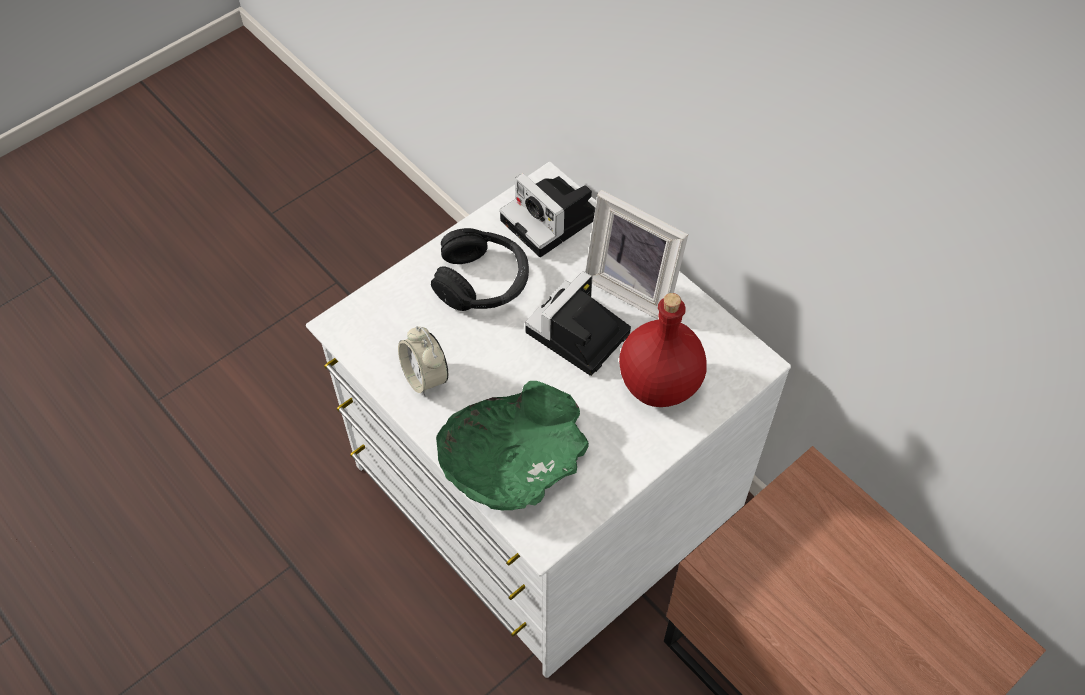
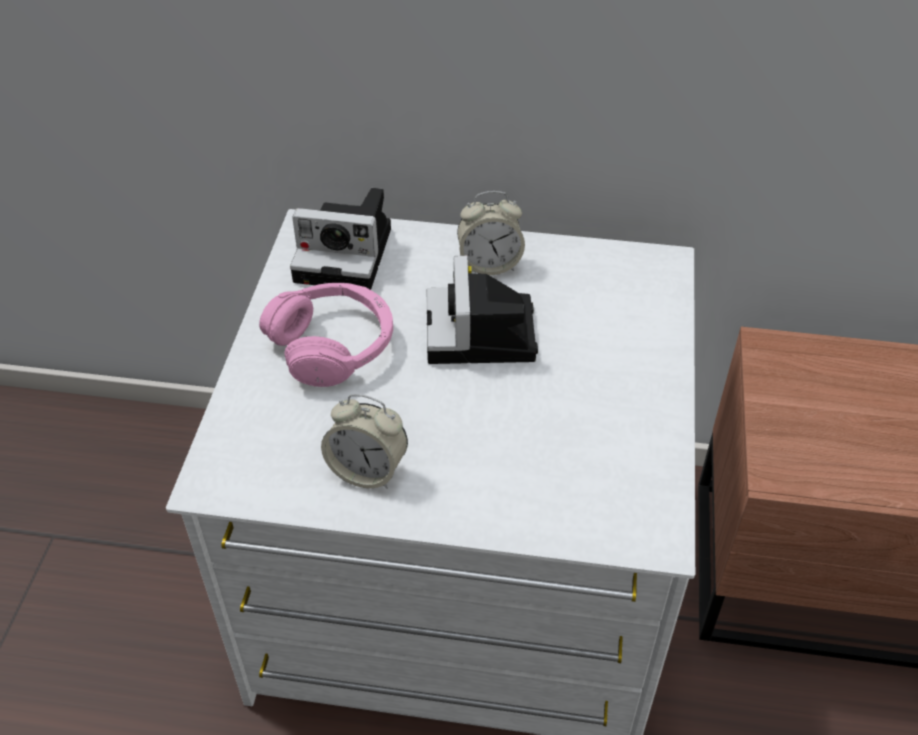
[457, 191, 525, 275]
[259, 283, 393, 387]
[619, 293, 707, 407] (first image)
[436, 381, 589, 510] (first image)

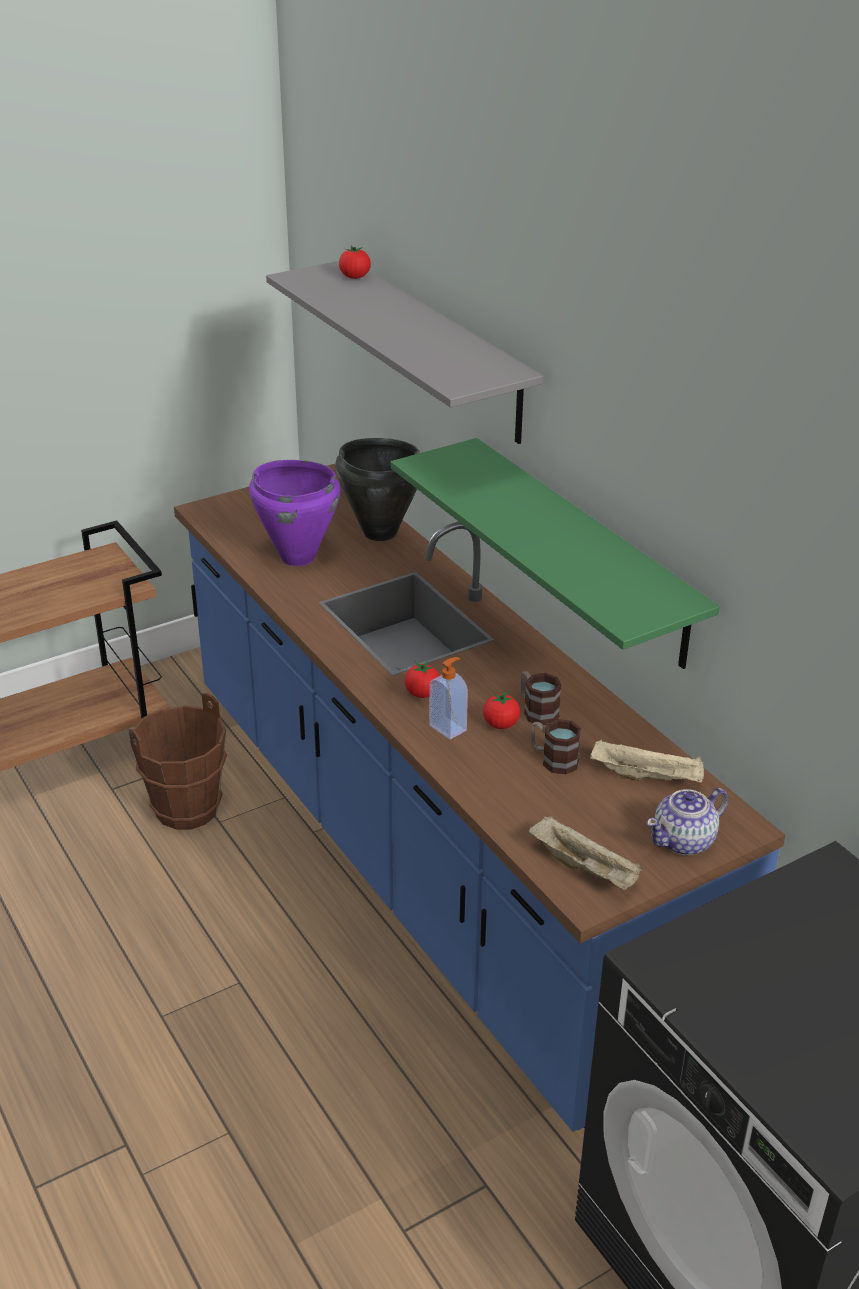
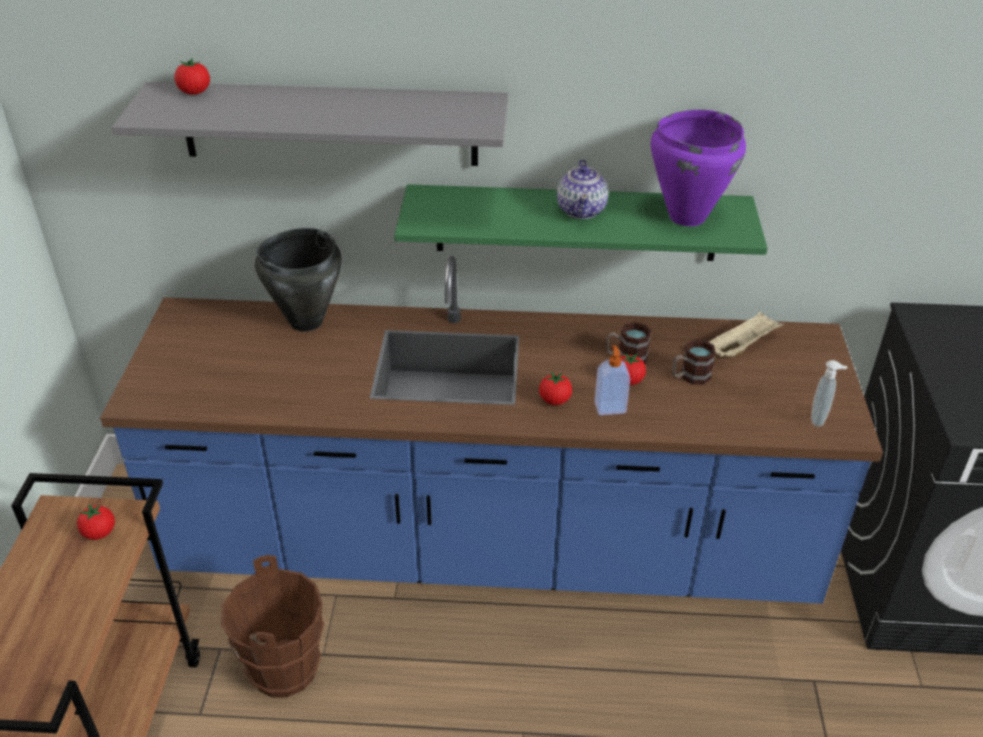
[651, 110, 746, 226]
[557, 160, 609, 219]
[811, 360, 847, 427]
[77, 504, 115, 540]

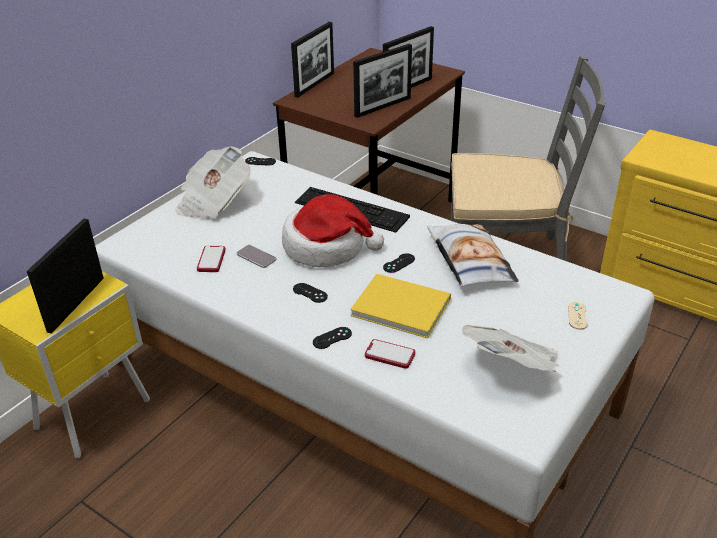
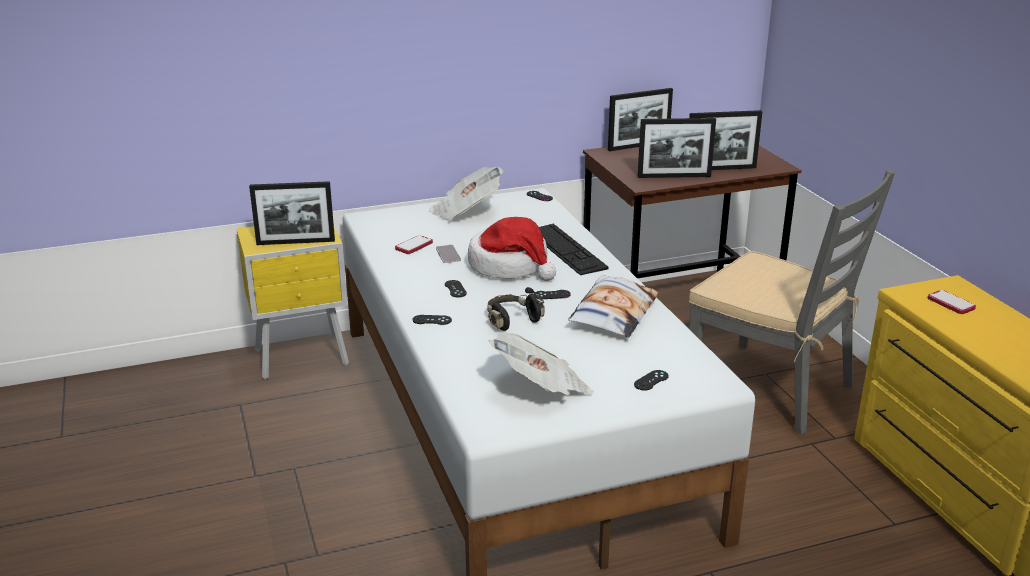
[249, 181, 335, 245]
[487, 287, 545, 331]
[634, 370, 669, 391]
[928, 290, 976, 314]

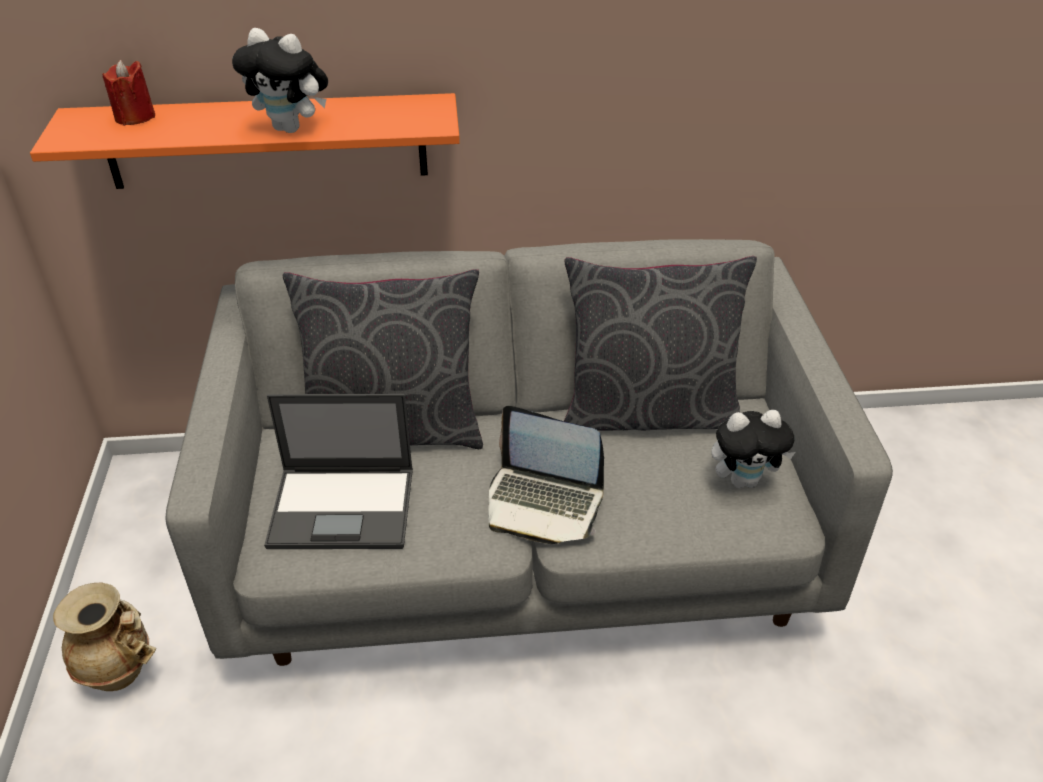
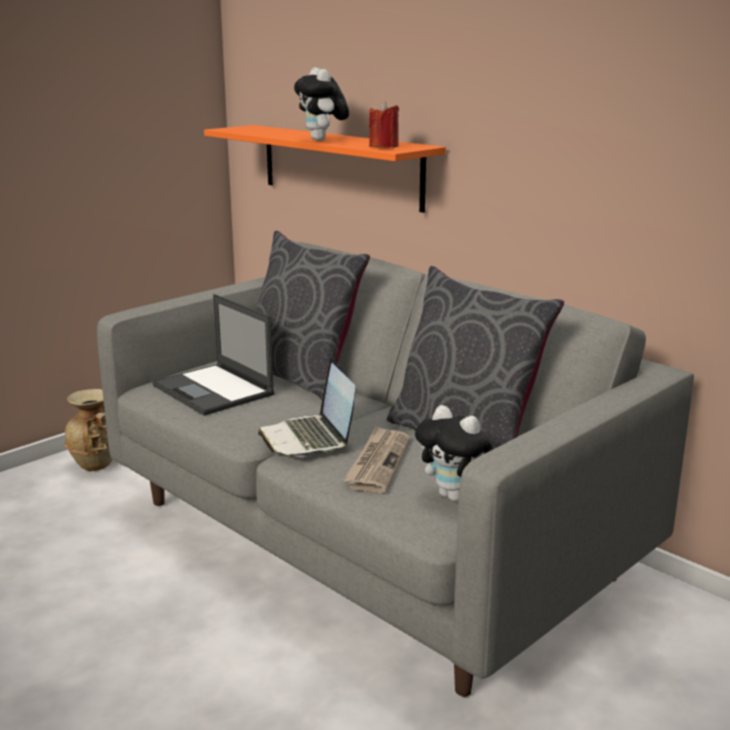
[369, 101, 399, 148]
[343, 425, 410, 493]

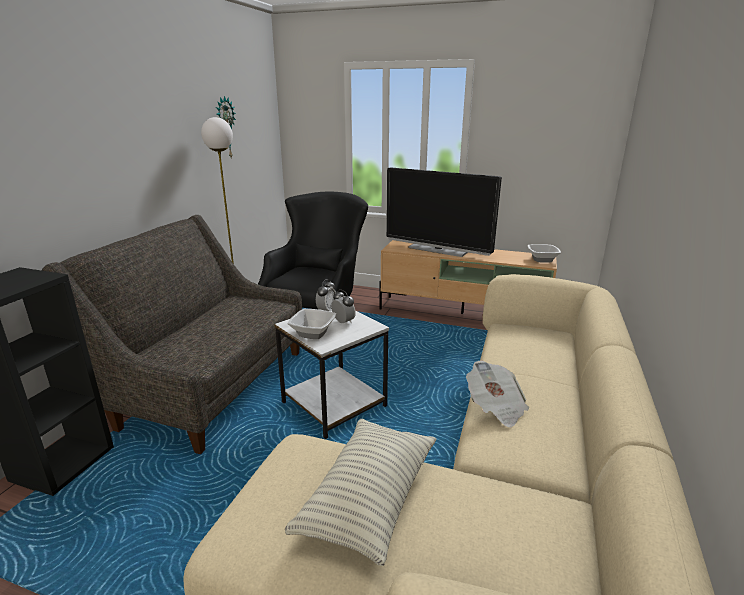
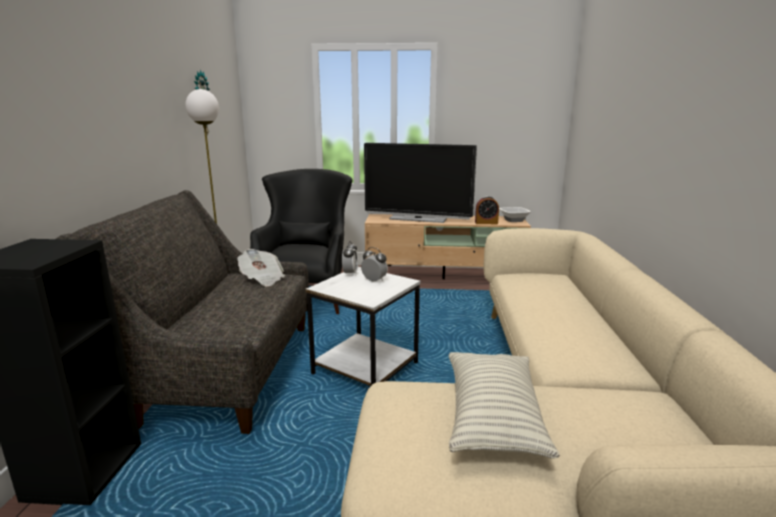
[287, 309, 336, 339] (first image)
[237, 249, 285, 287]
[475, 196, 499, 224]

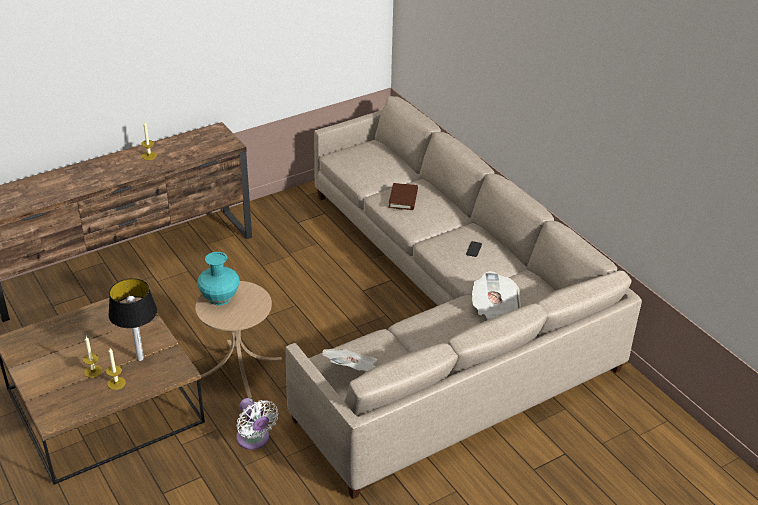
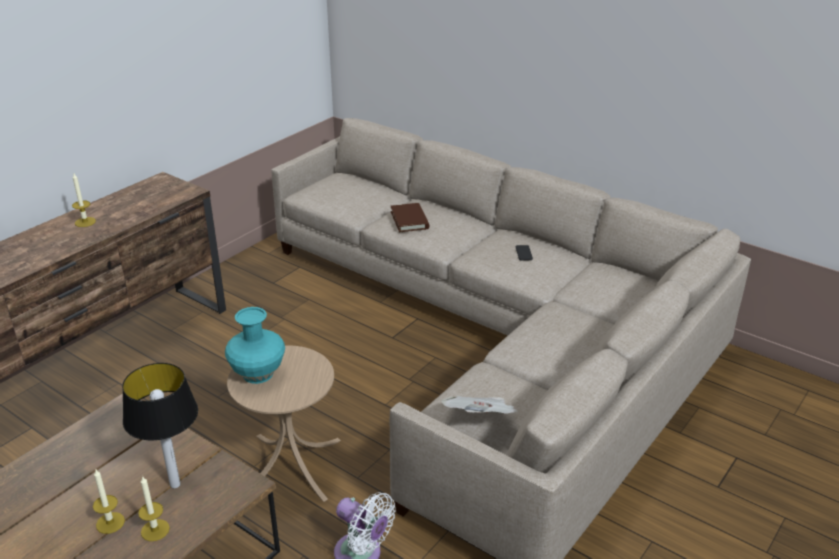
[471, 271, 521, 320] (first image)

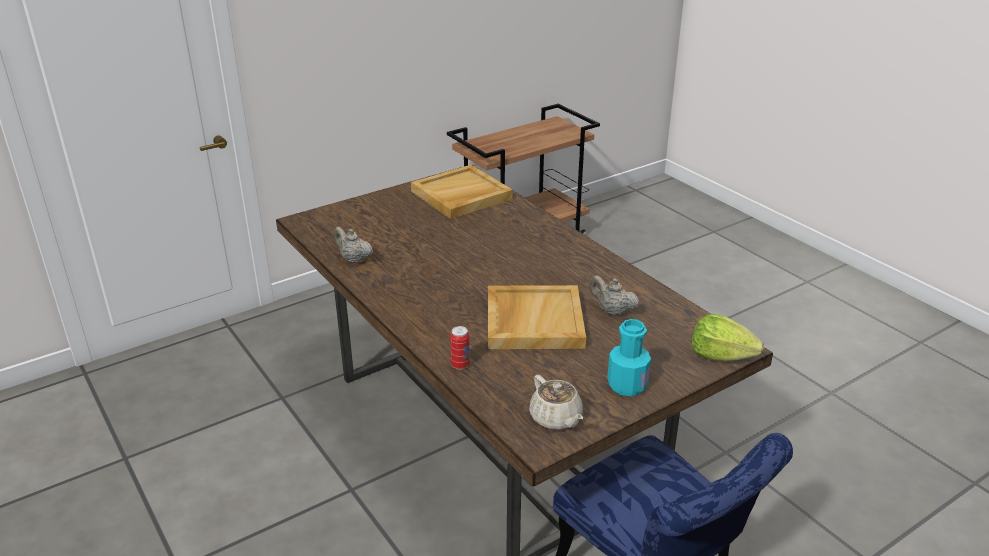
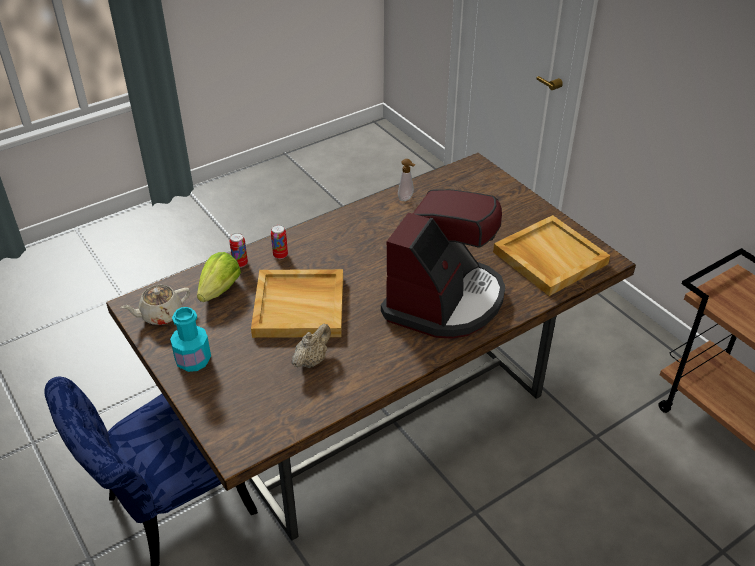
[398, 159, 415, 201]
[197, 252, 241, 302]
[381, 189, 505, 339]
[271, 225, 288, 259]

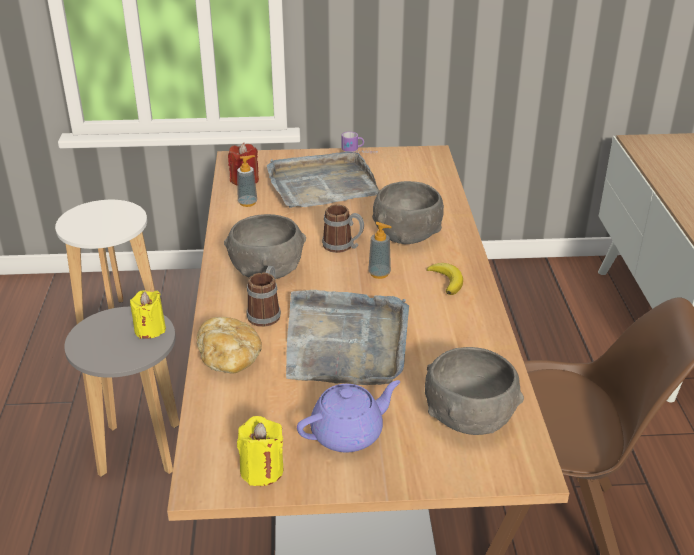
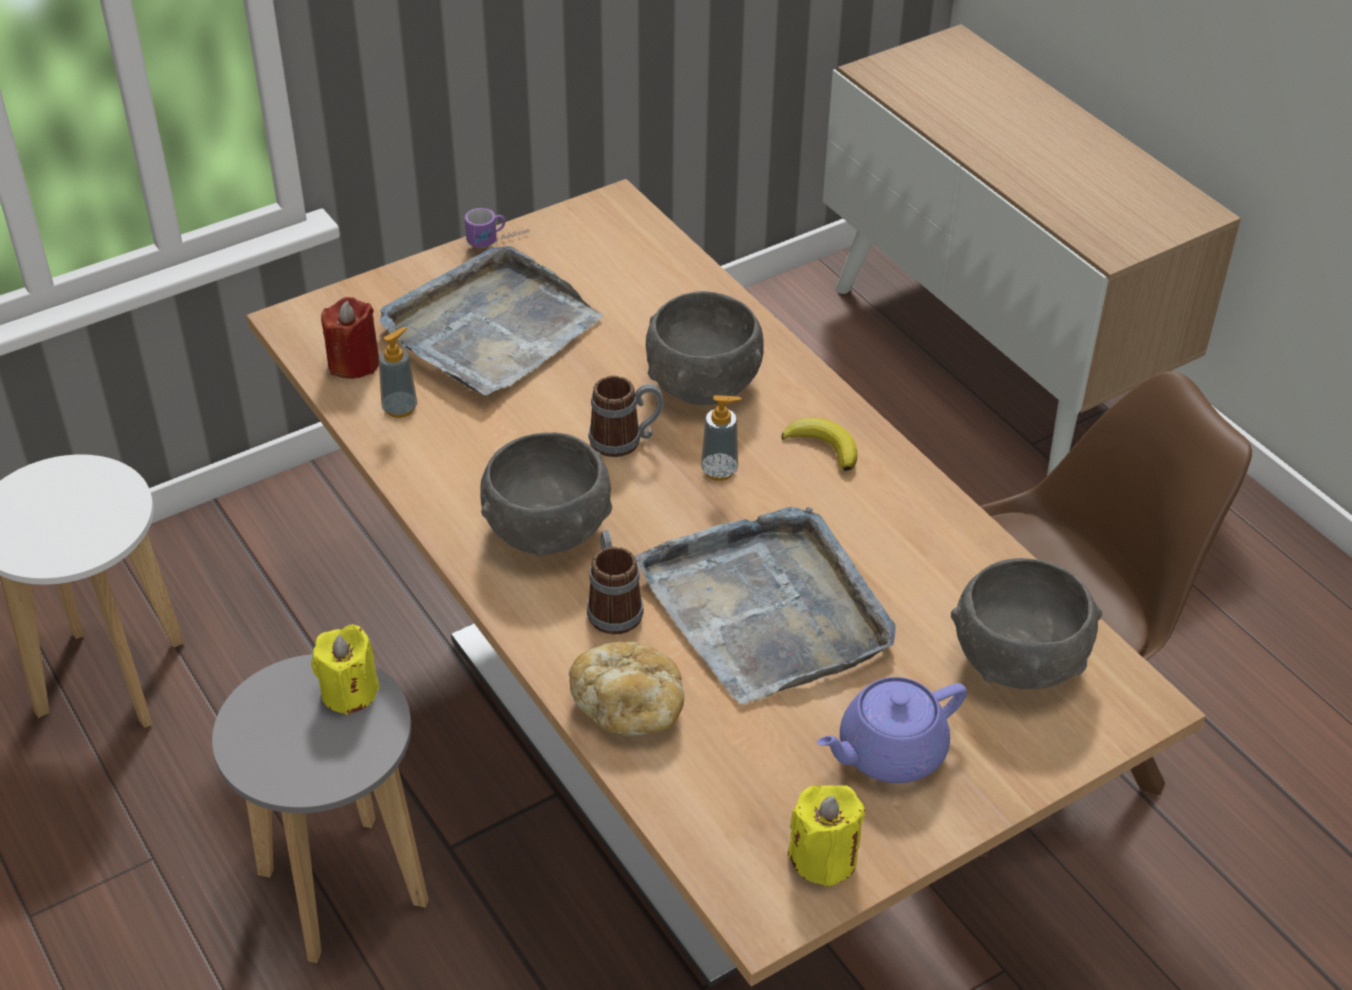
[817, 677, 967, 783]

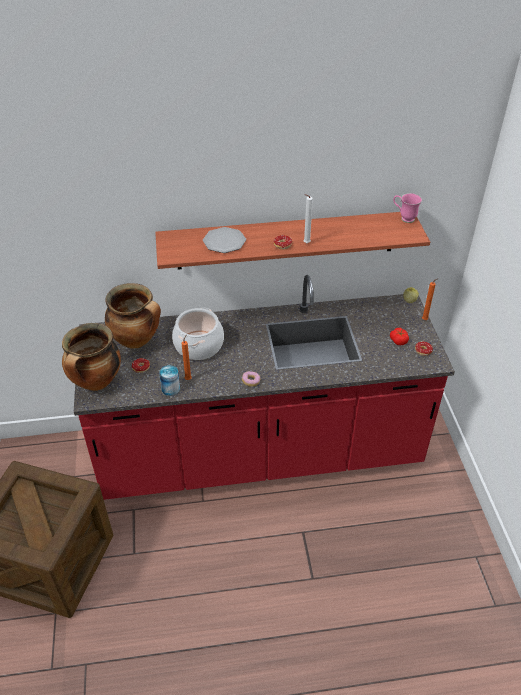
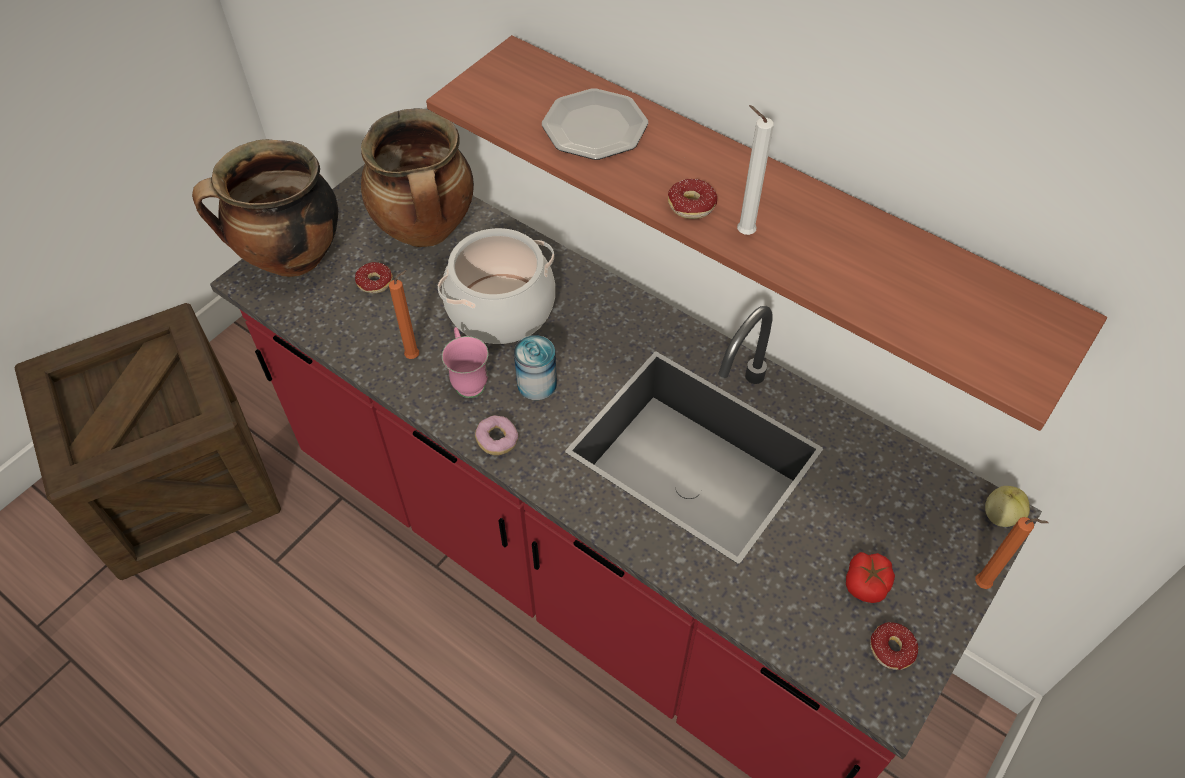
[442, 327, 489, 398]
[514, 335, 557, 400]

